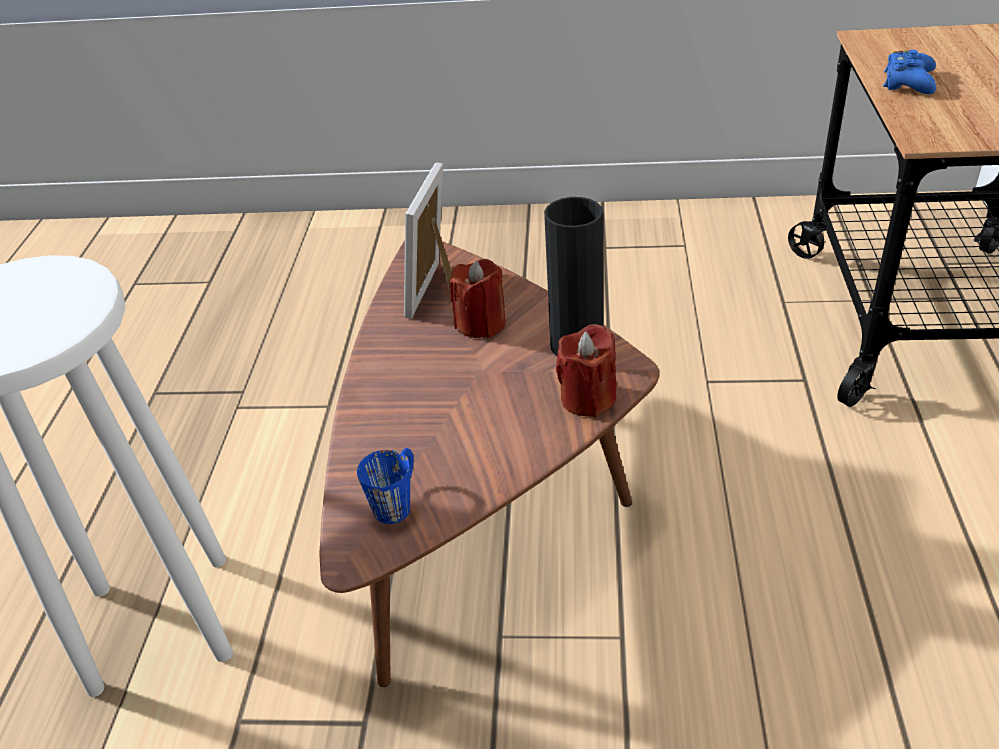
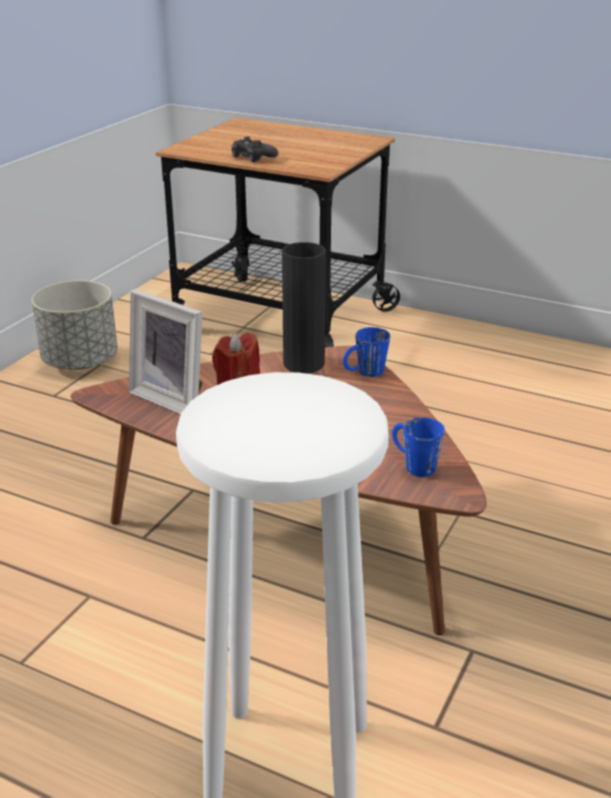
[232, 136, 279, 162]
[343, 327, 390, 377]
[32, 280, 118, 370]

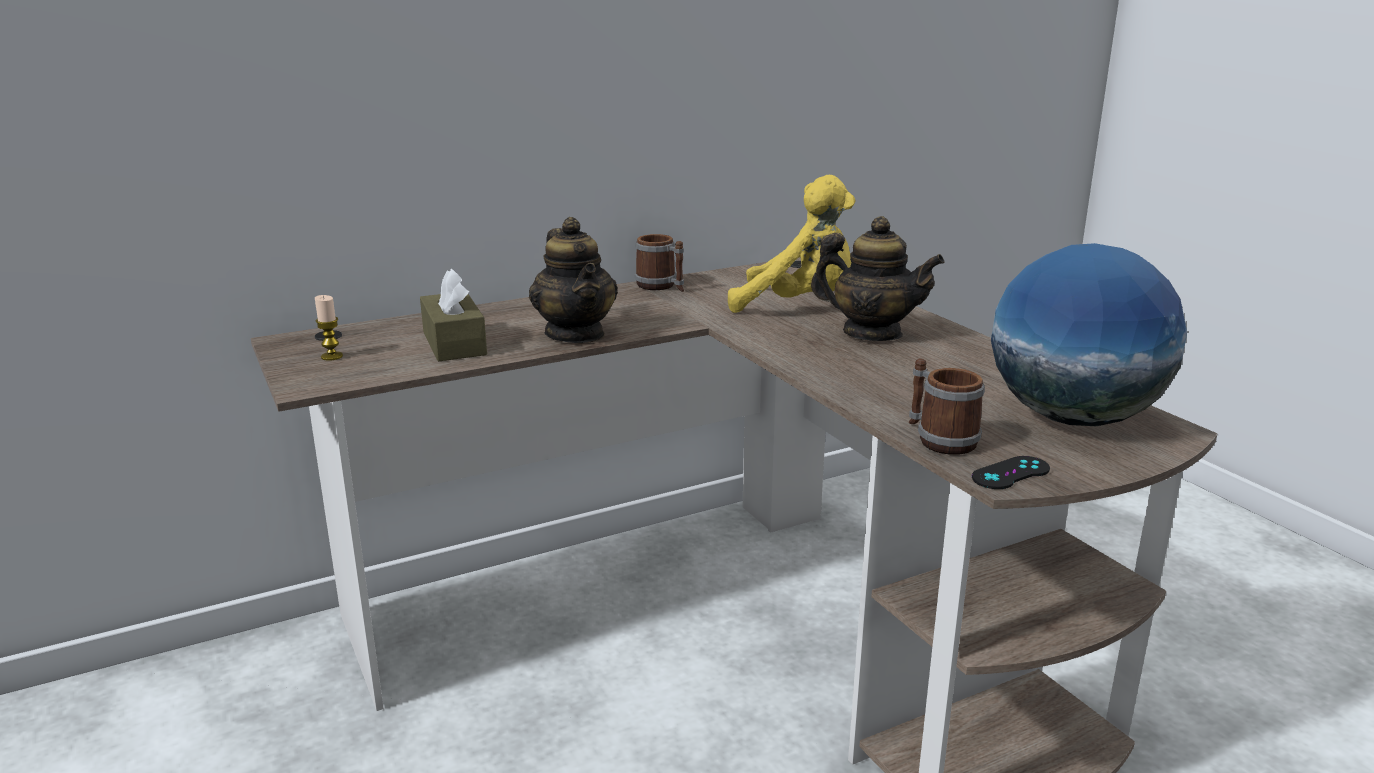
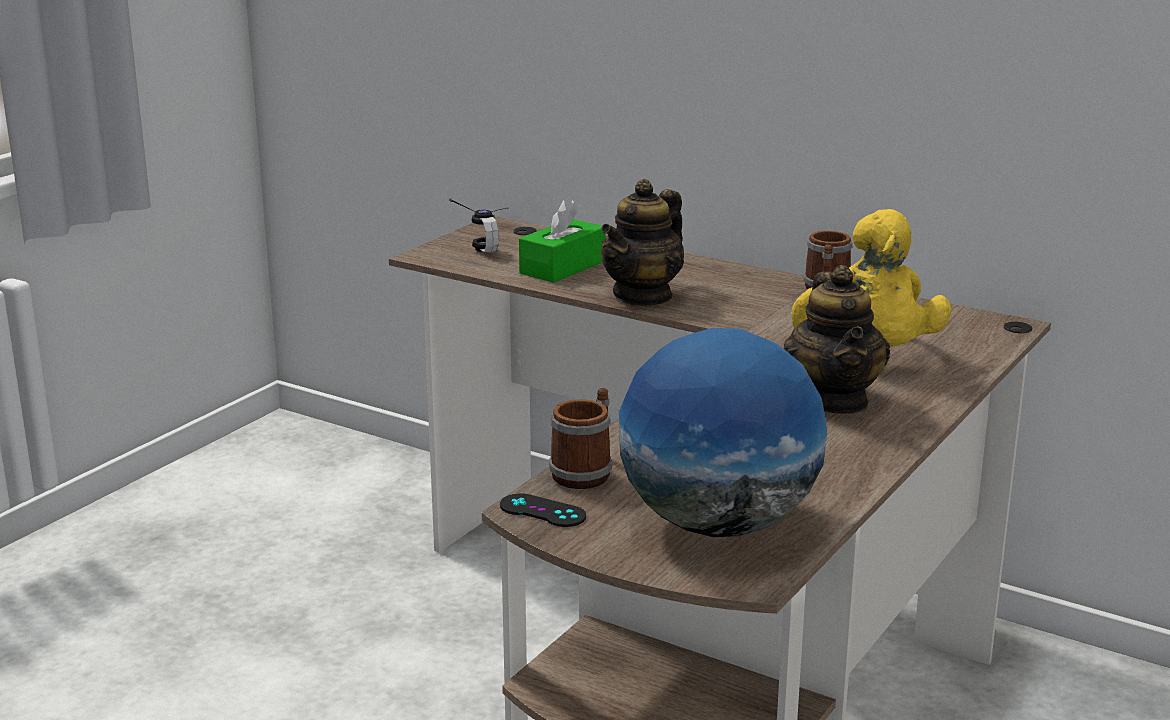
[519, 198, 606, 283]
[449, 198, 509, 252]

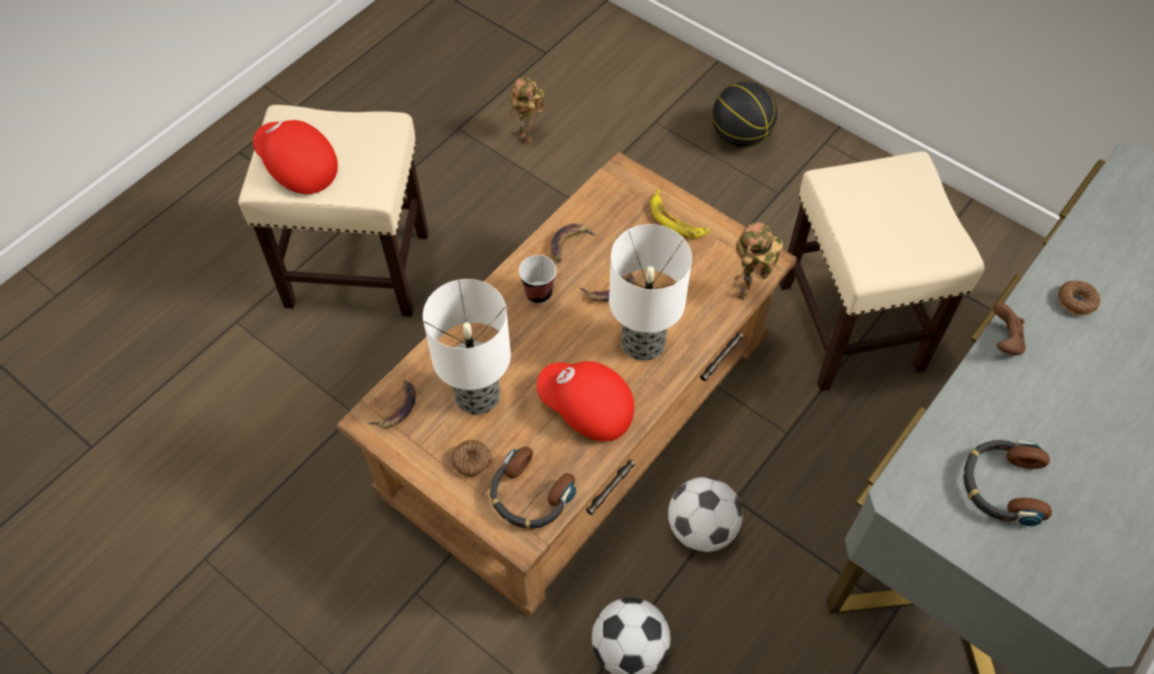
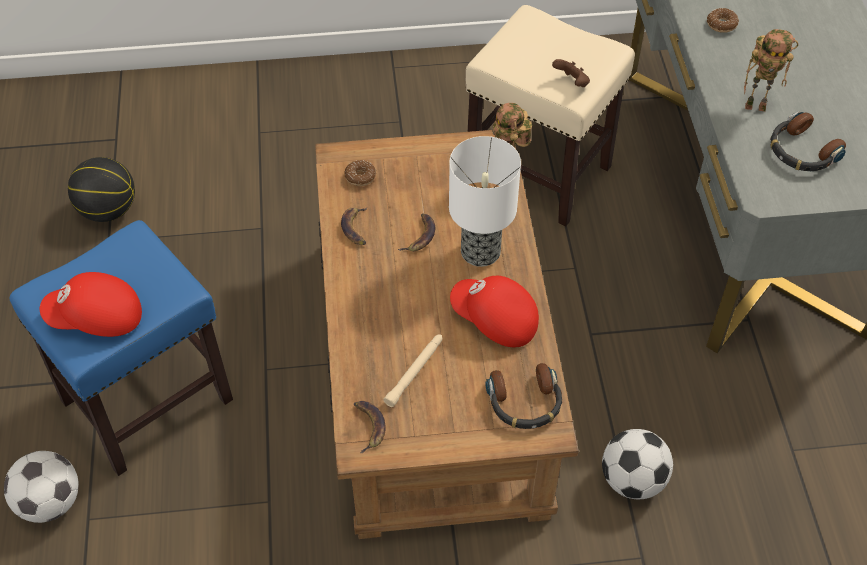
[744, 29, 798, 112]
[68, 157, 135, 222]
[9, 220, 233, 476]
[650, 189, 710, 238] (first image)
[519, 255, 556, 304] (first image)
[383, 334, 442, 407]
[552, 59, 590, 87]
[450, 276, 539, 348]
[344, 160, 376, 186]
[4, 451, 79, 523]

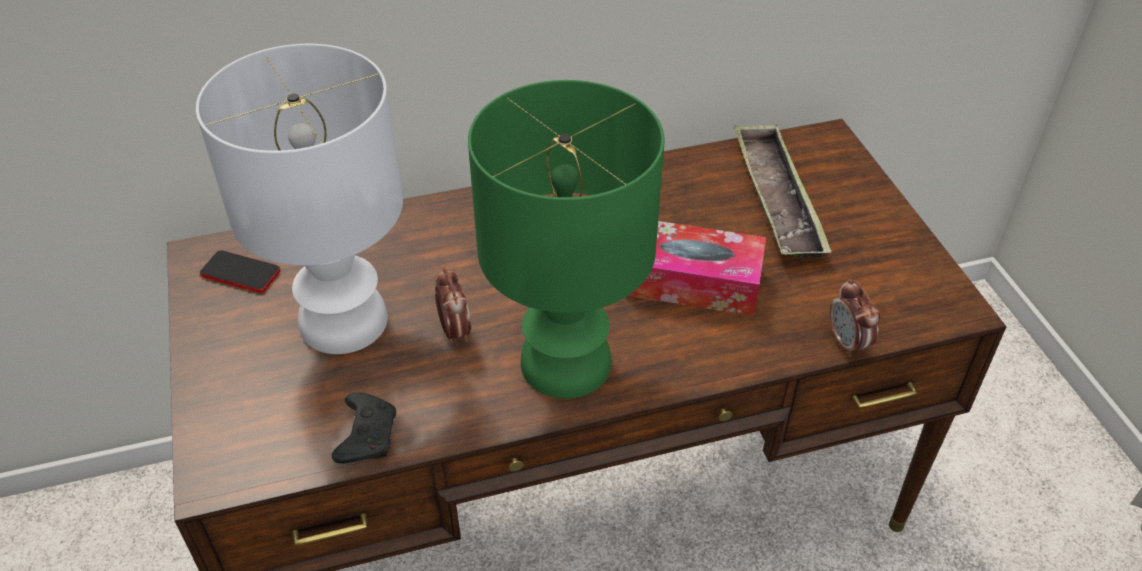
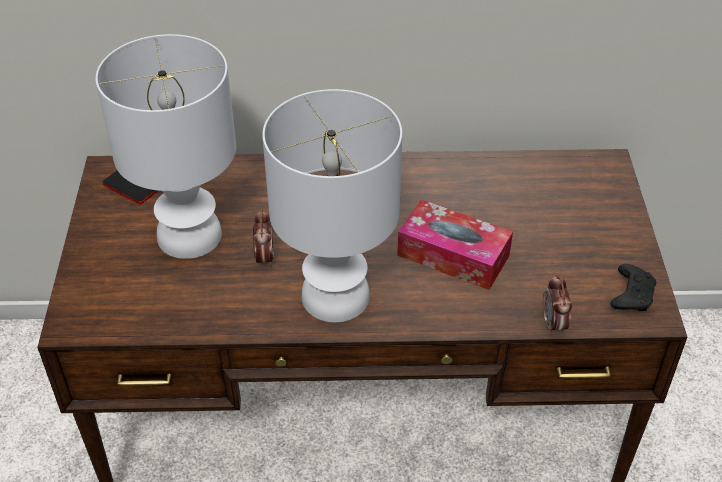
[262, 89, 402, 322]
[734, 124, 832, 258] (first image)
[610, 264, 656, 311]

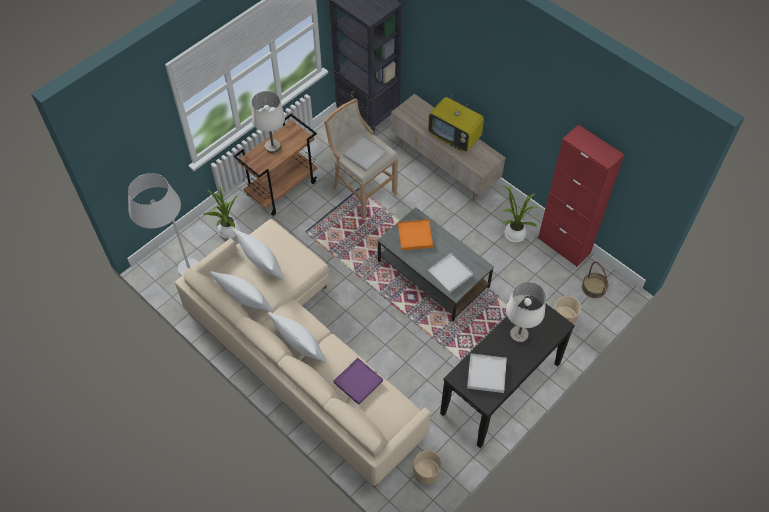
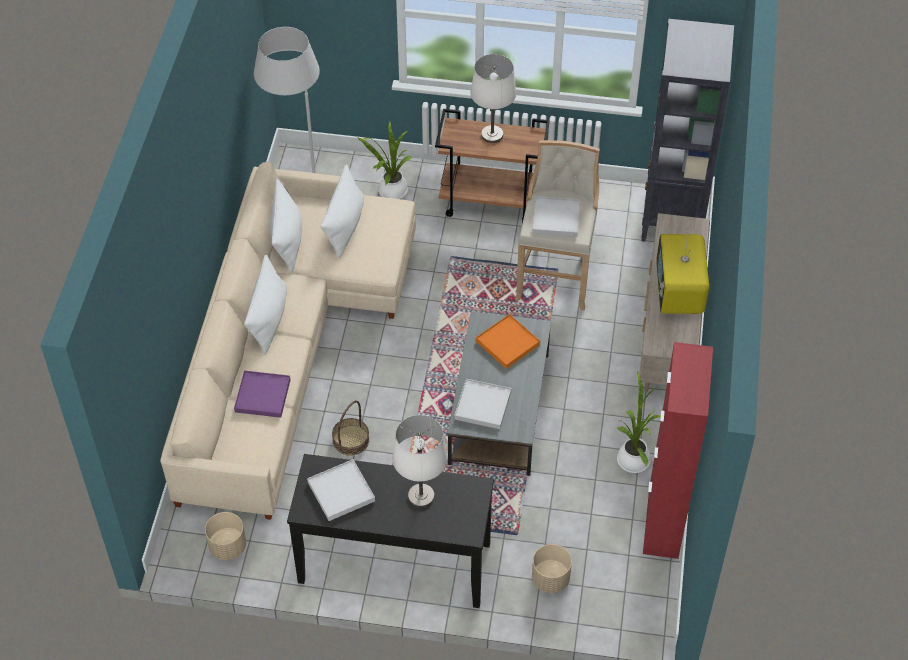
[332, 400, 369, 455]

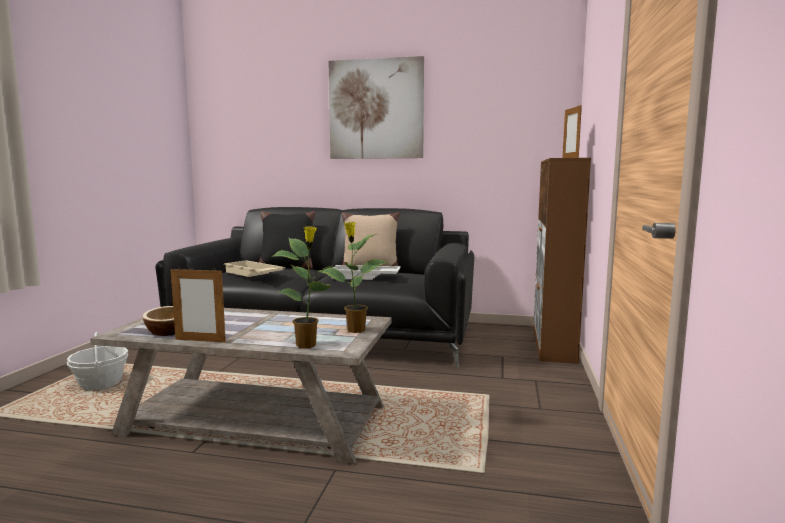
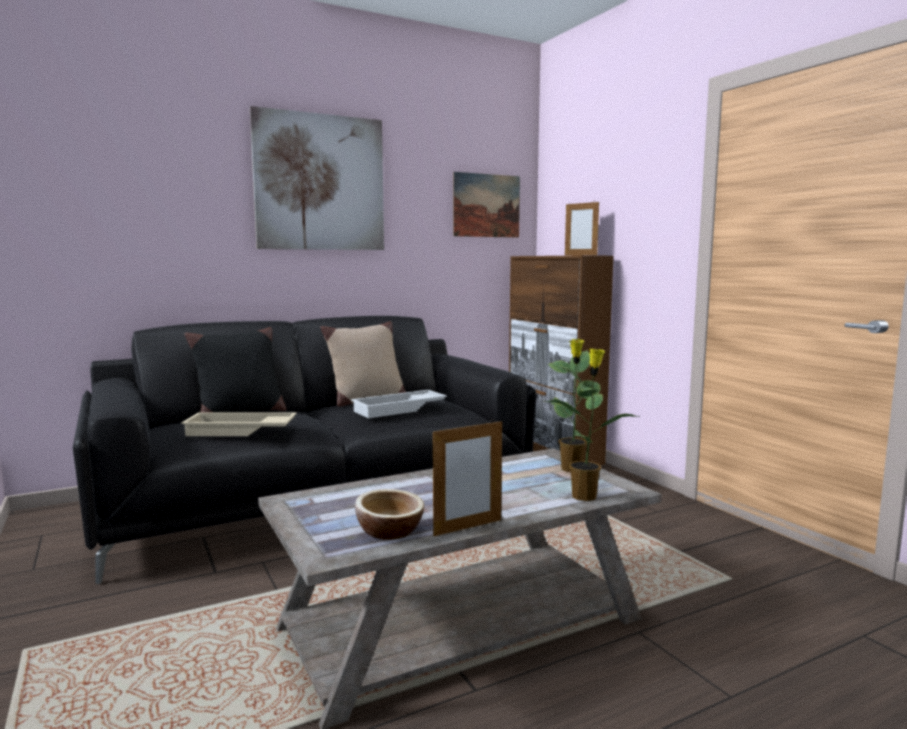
[67, 332, 128, 390] (first image)
[453, 172, 520, 238]

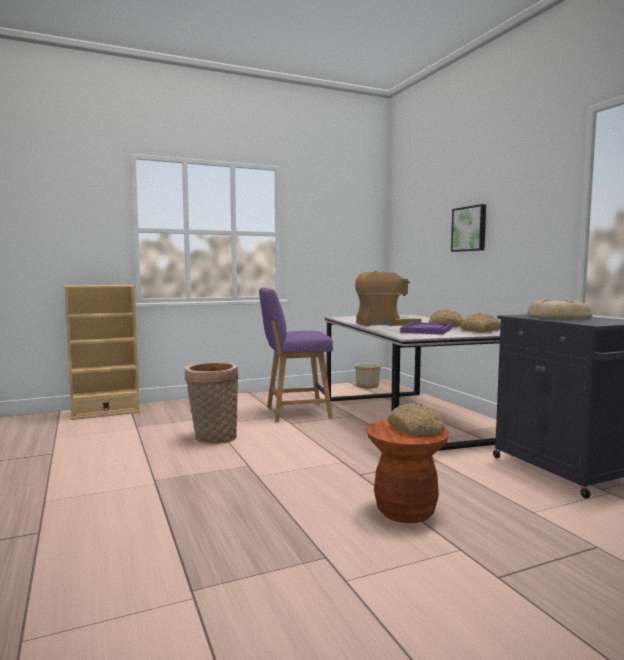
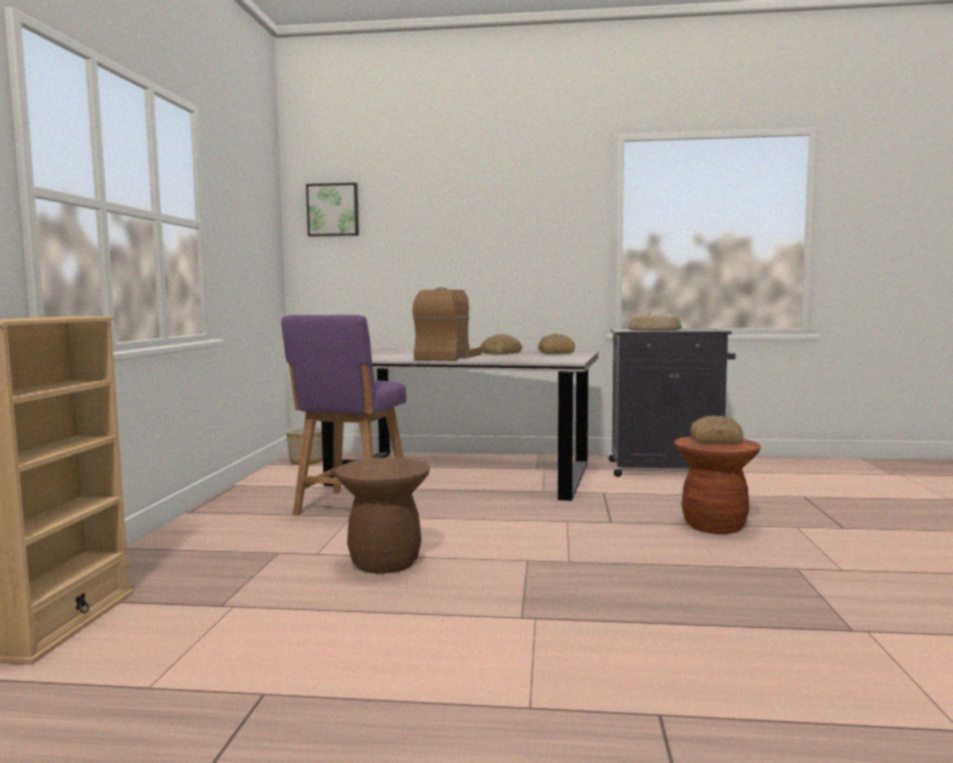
[306, 183, 359, 237]
[400, 322, 452, 335] (first image)
[335, 458, 430, 573]

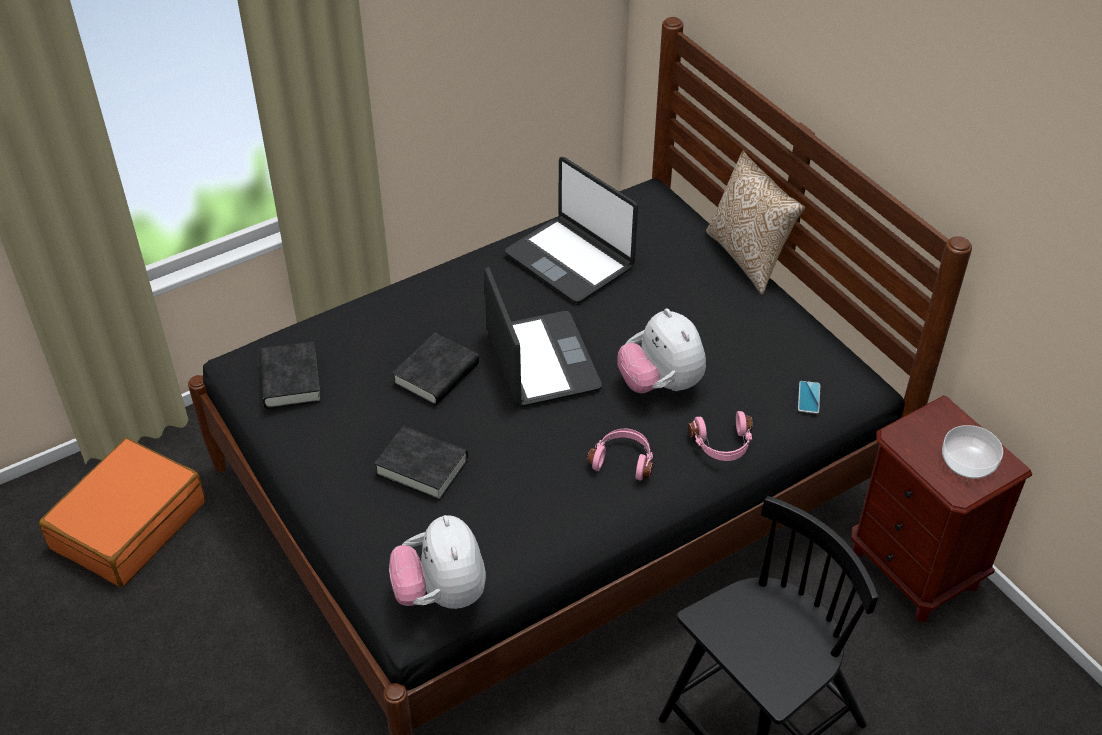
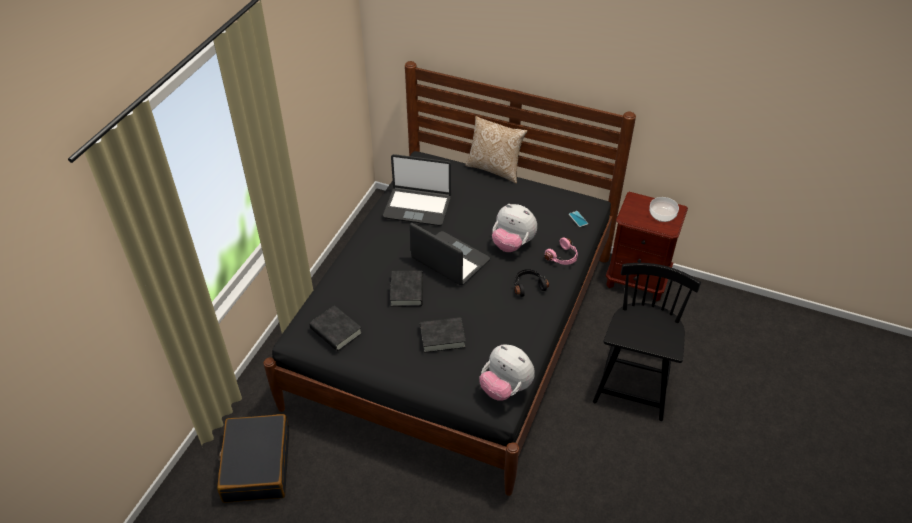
[514, 269, 549, 297]
[217, 414, 289, 503]

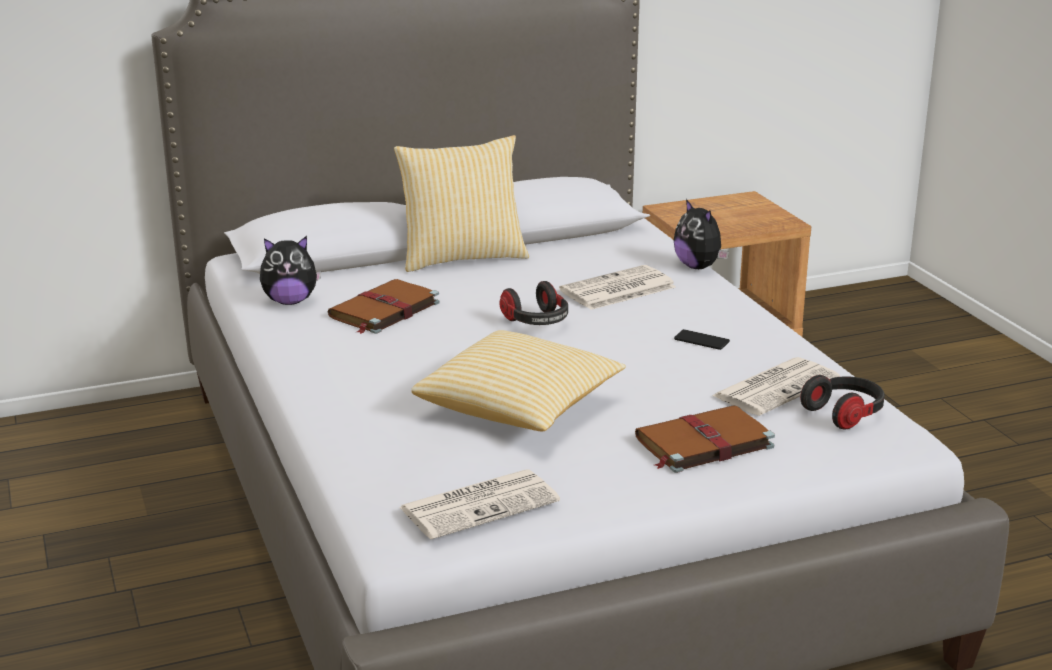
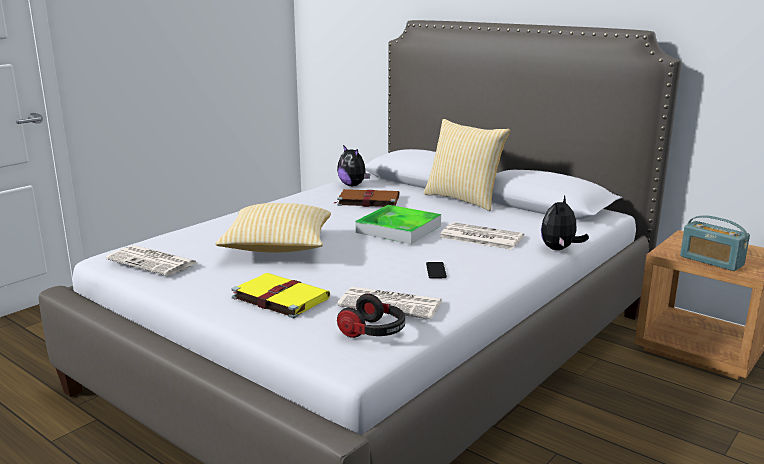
[356, 205, 441, 244]
[232, 273, 330, 319]
[680, 215, 750, 271]

